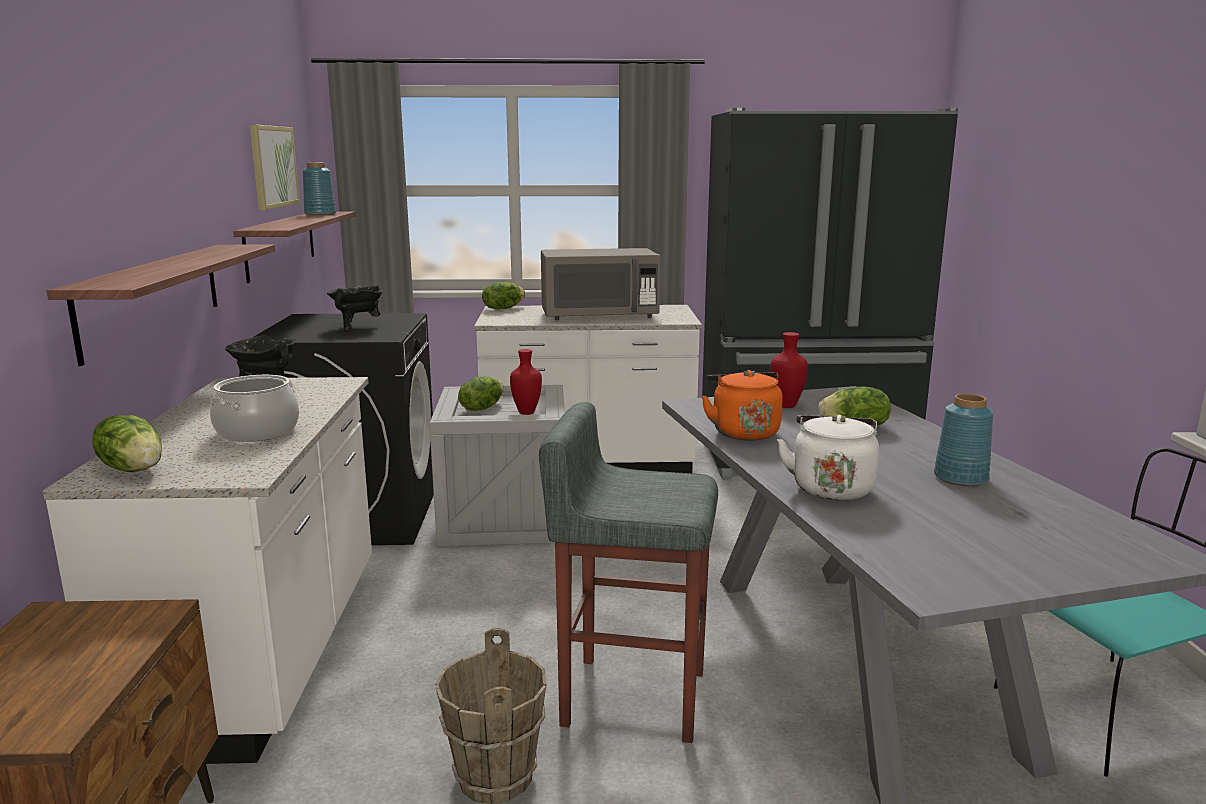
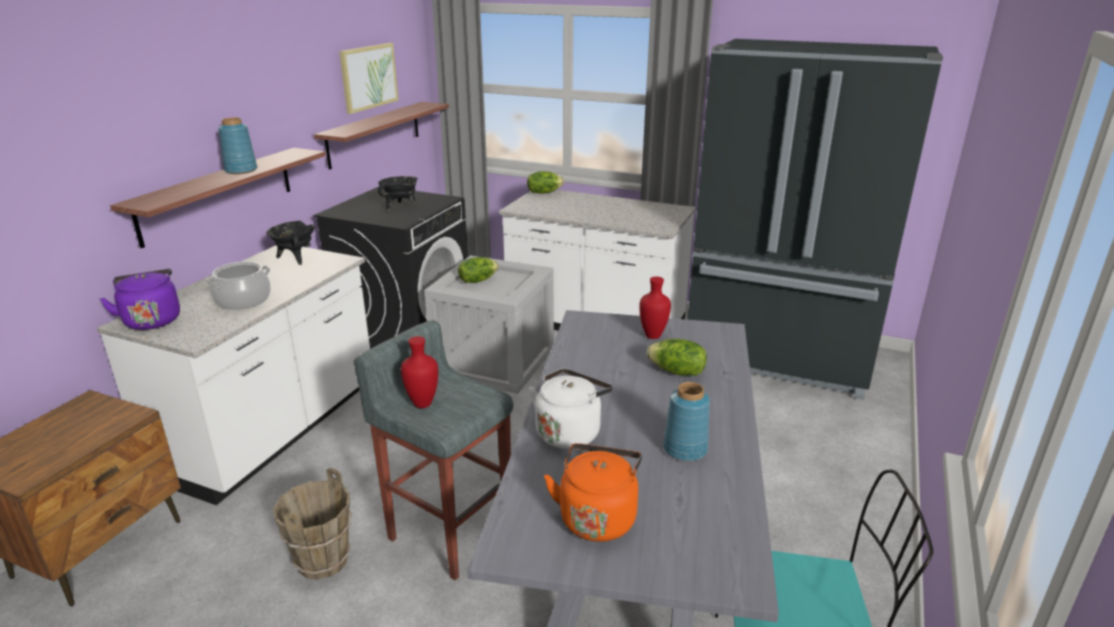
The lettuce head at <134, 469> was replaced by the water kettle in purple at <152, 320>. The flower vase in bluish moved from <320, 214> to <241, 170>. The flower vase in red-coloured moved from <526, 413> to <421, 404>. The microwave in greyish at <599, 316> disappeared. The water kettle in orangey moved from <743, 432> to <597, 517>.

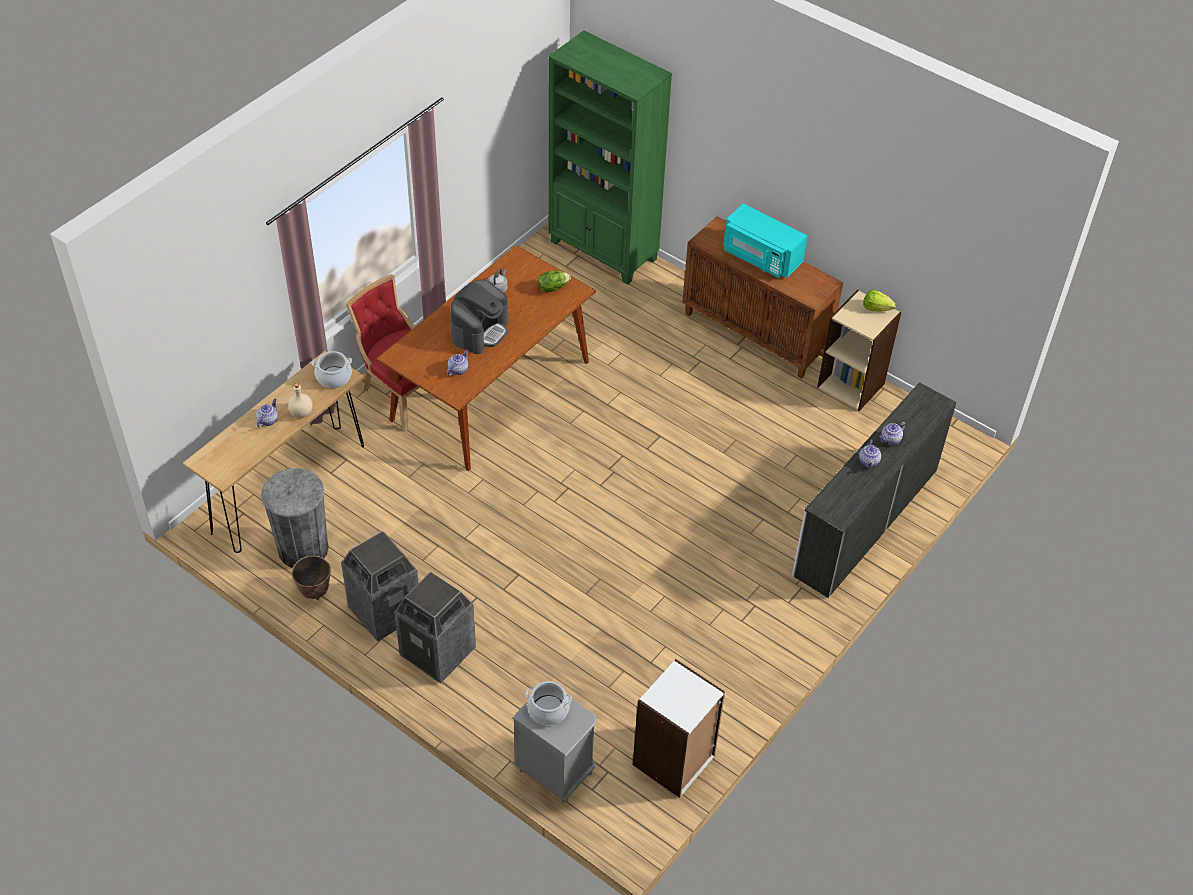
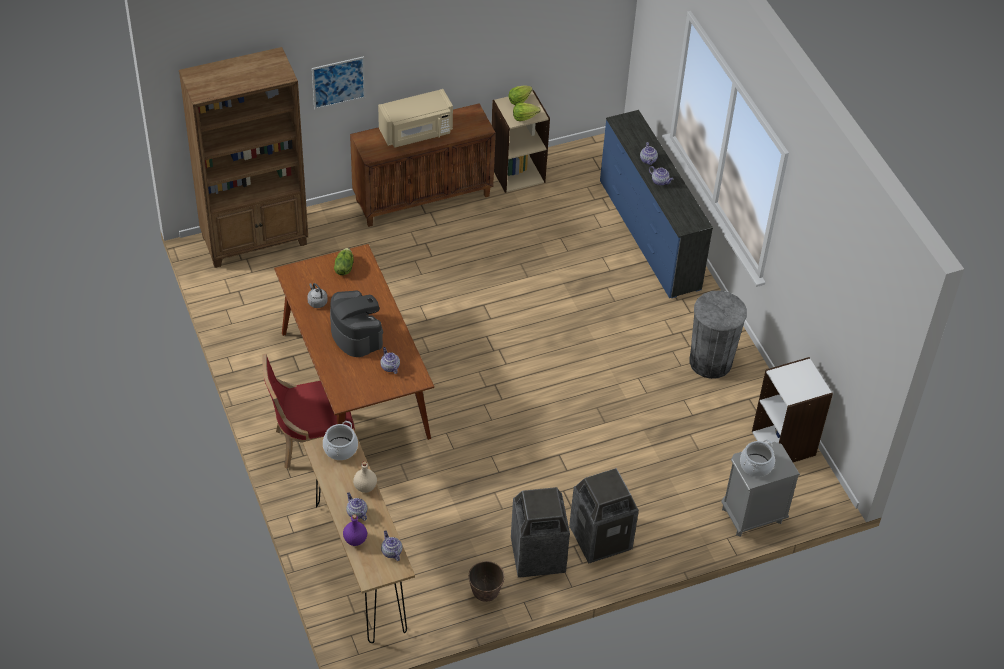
The waste bin in greyish moved from <303, 549> to <710, 362>. The bookshelf in greenish at <603, 251> became the bookshelf in brown at <255, 240>. The microwave in turquoise at <761, 257> became the microwave in beige-coloured at <416, 132>. The drawer chest in white at <865, 522> became the drawer chest in bluish at <649, 234>. The wall picture at <338, 82> appeared. The bottle in purple at <355, 540> appeared. The teapot at <391, 551> appeared. The lettuce head at <524, 117> appeared.

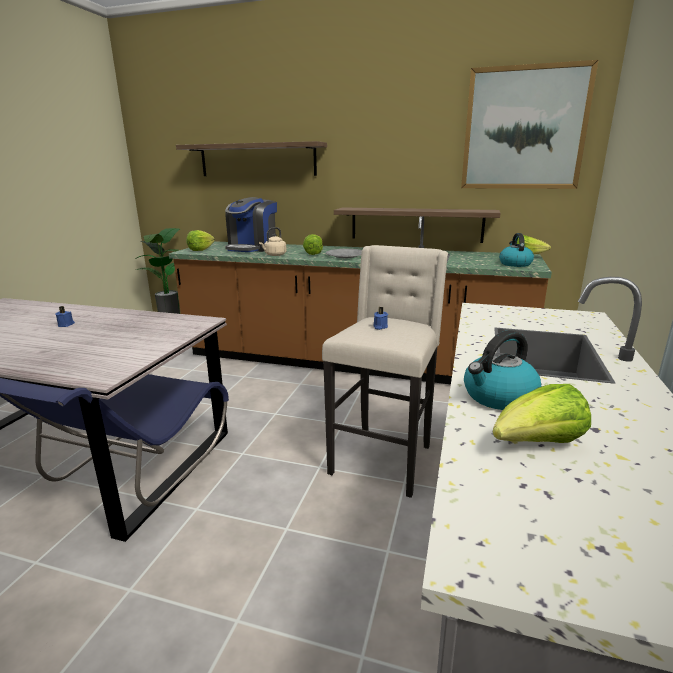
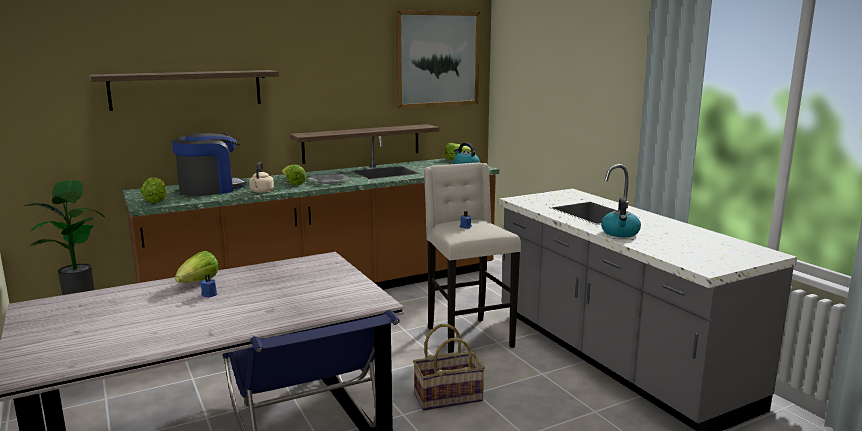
The coffee brewer at <252, 248> turned 105 degrees counterclockwise. The lettuce head moved from <537, 444> to <198, 283>. The storage basket at <448, 397> appeared.

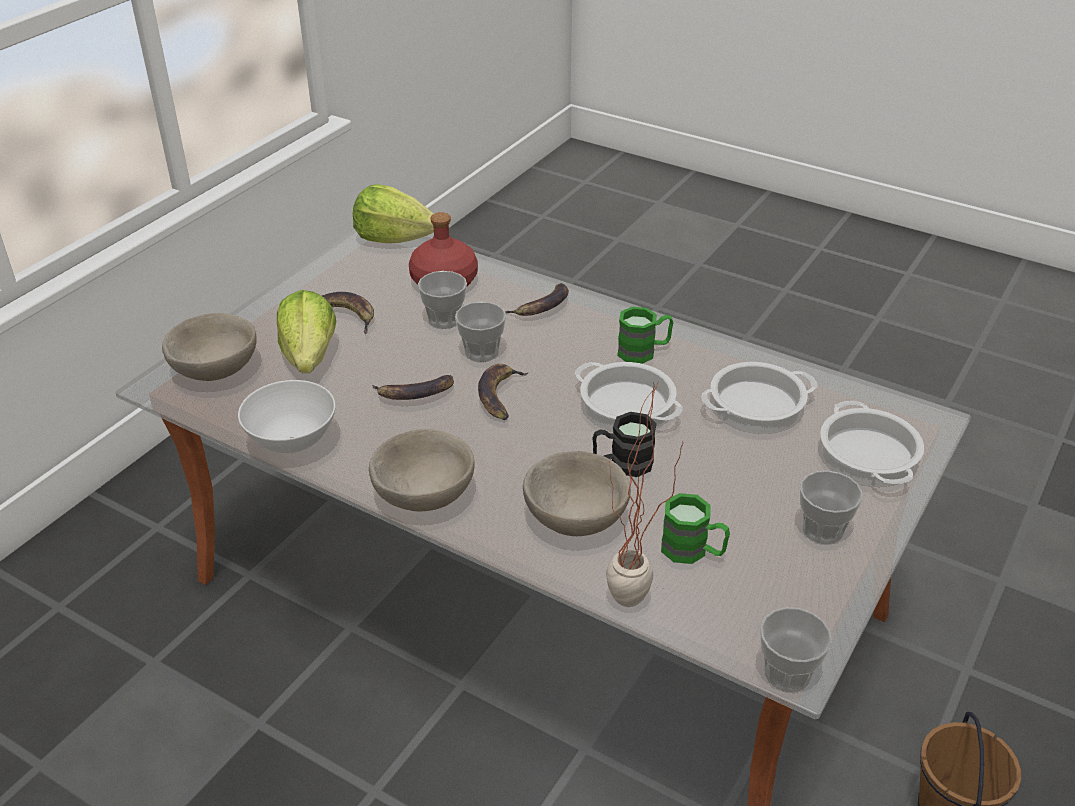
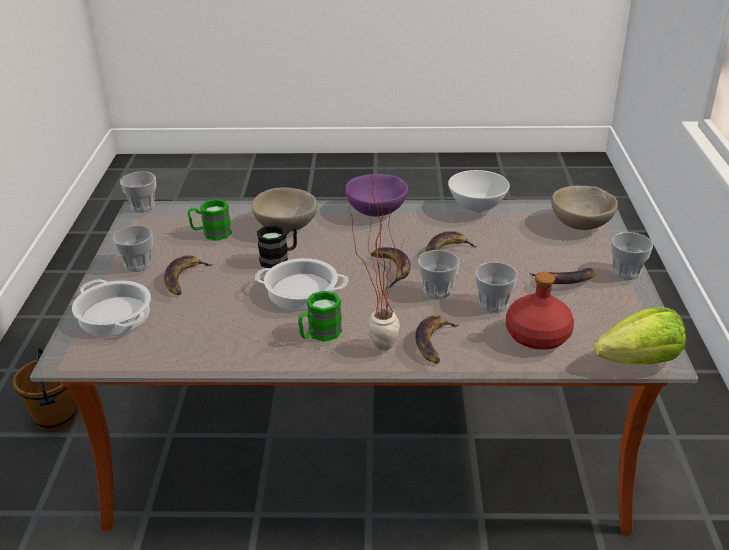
The lettuce head at <309, 357> disappeared. The serving bowl in beige-coloured at <425, 494> became the serving bowl in purple at <377, 211>. The houseplant moved from <632, 611> to <376, 342>. The saucepot at <756, 407> disappeared. The banana at <184, 278> appeared. The small cup at <626, 272> appeared.

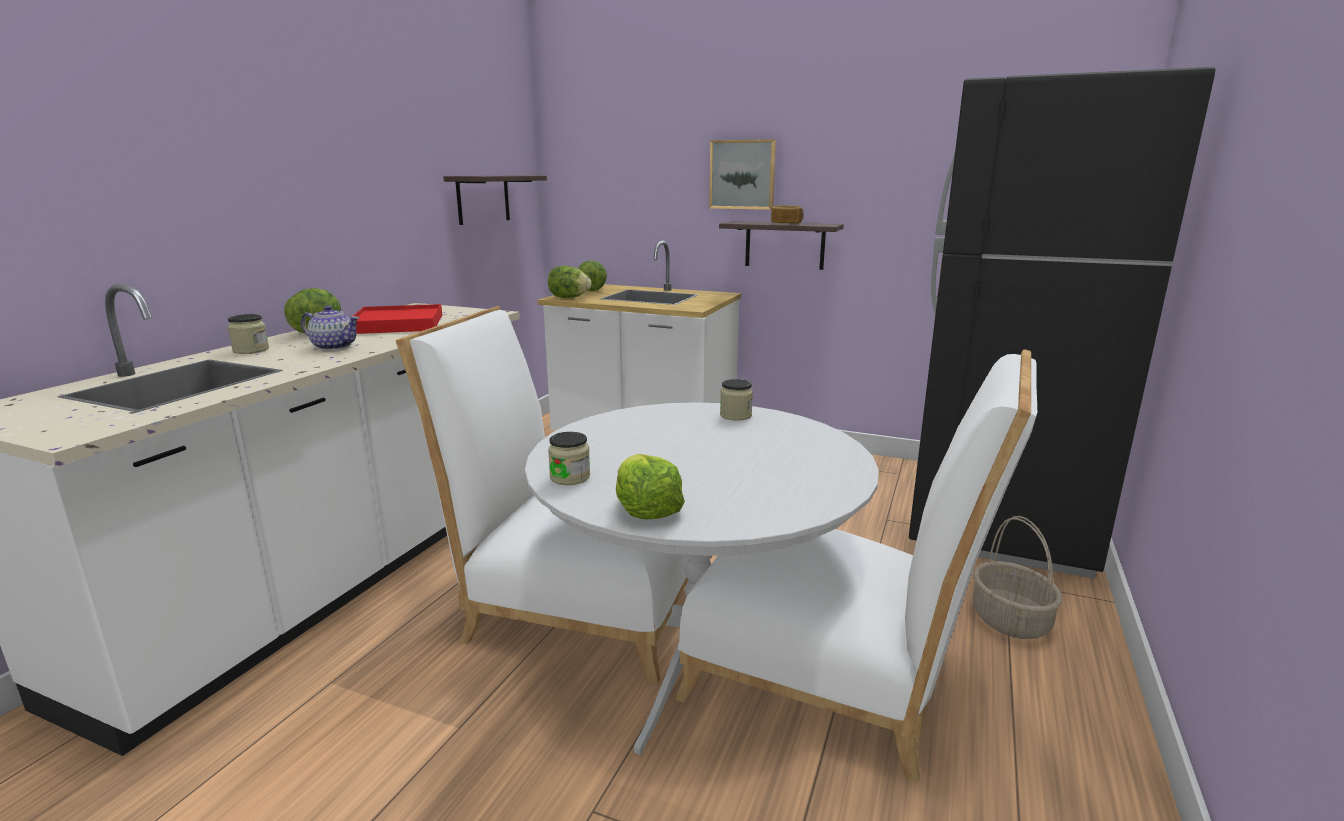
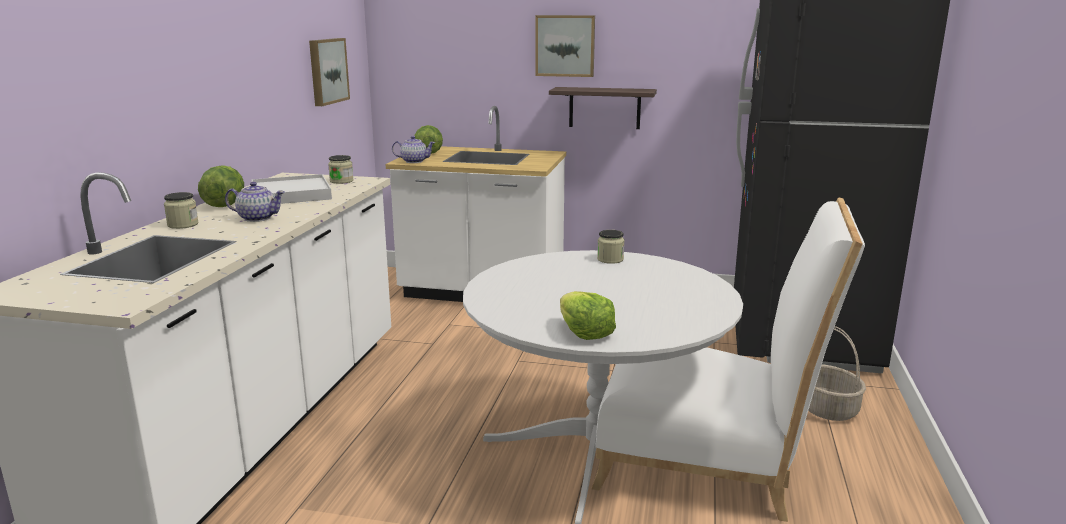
The tray in red-coloured at <398, 324> became the tray in white at <291, 194>. The upright chair in white at <575, 606> disappeared. The shelf at <483, 199> was replaced by the wall picture at <327, 71>. The lettuce head at <569, 298> was replaced by the teapot at <414, 161>. The preserve jar moved from <570, 477> to <341, 181>. The bakery bread at <786, 223> disappeared.

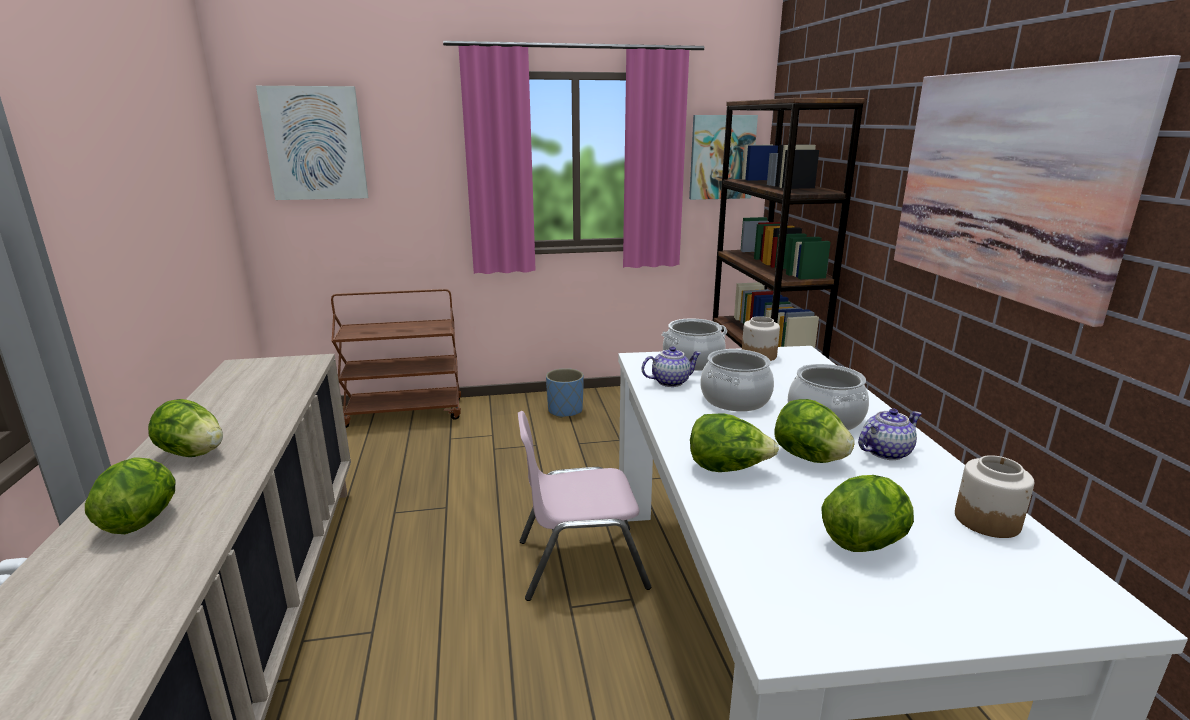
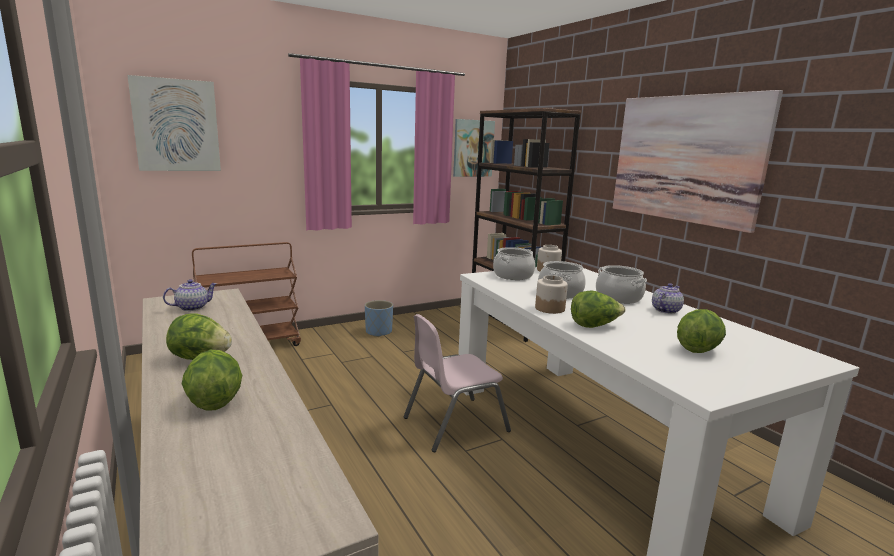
The teapot moved from <670, 382> to <192, 307>. The lettuce head at <808, 457> disappeared. The preserve jar moved from <987, 520> to <549, 308>.

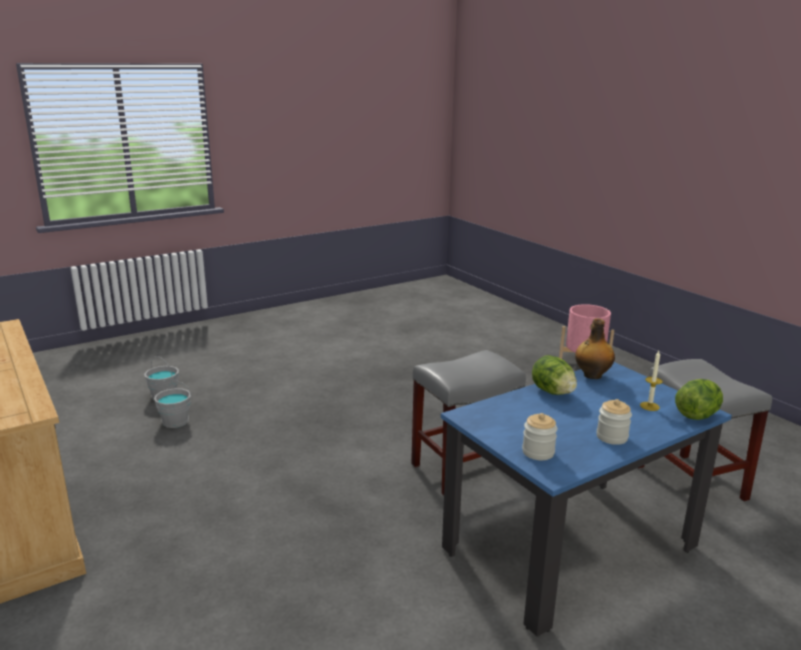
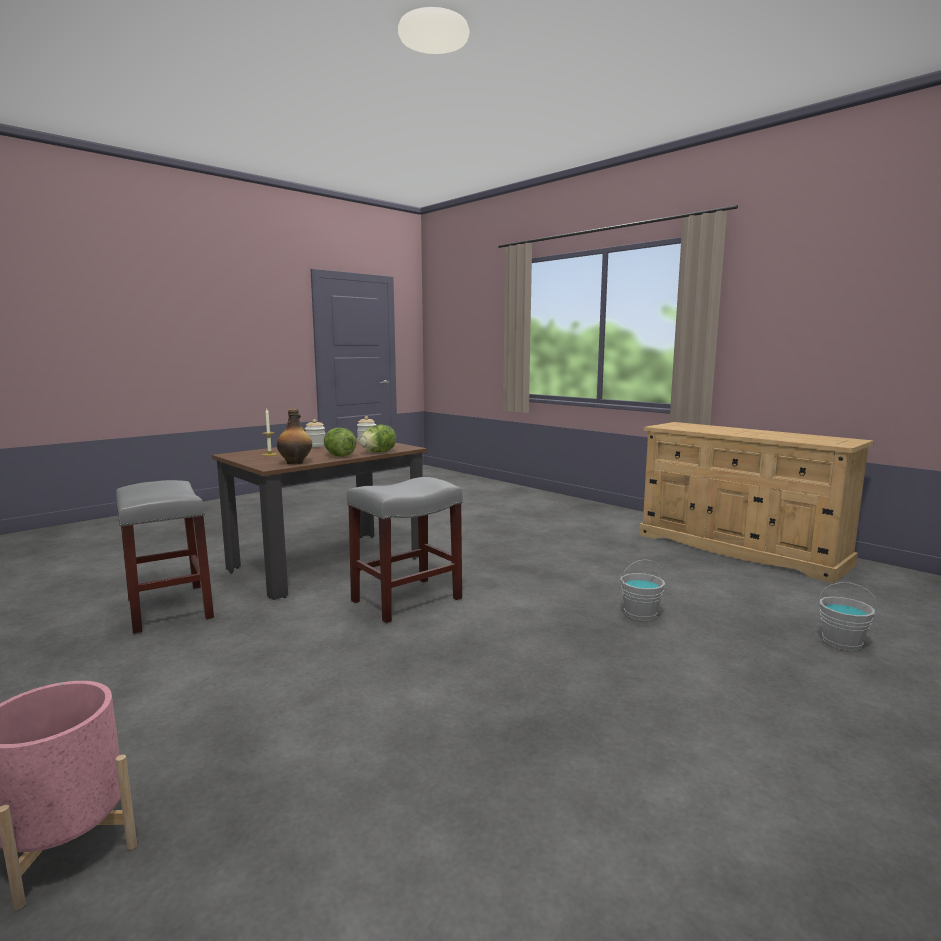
The pail in greyish moved from <175, 421> to <640, 614>. The dining table in bluish at <570, 548> became the dining table in brown at <328, 563>. The lettuce head moved from <697, 415> to <378, 452>.

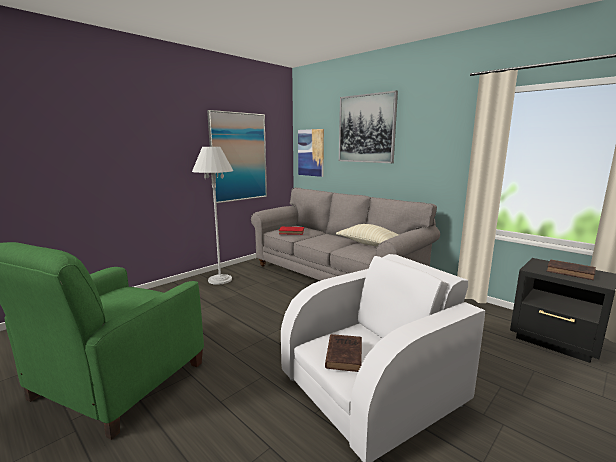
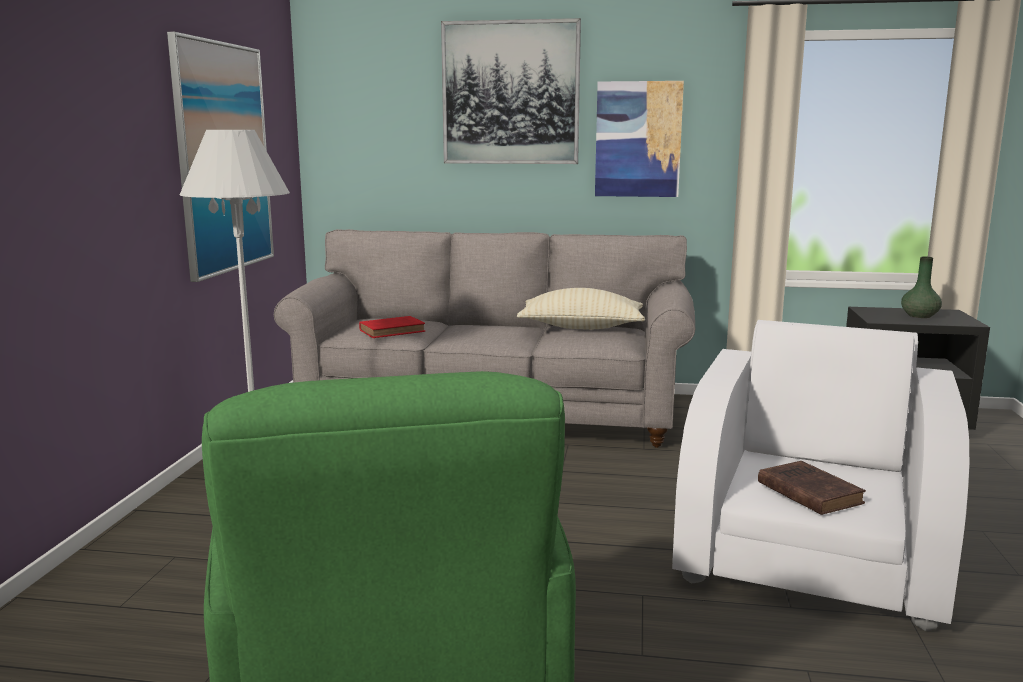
The wall picture moved from <311, 152> to <638, 139>. The bound book in brown at <571, 272> was replaced by the flower vase in greenish at <920, 316>.

